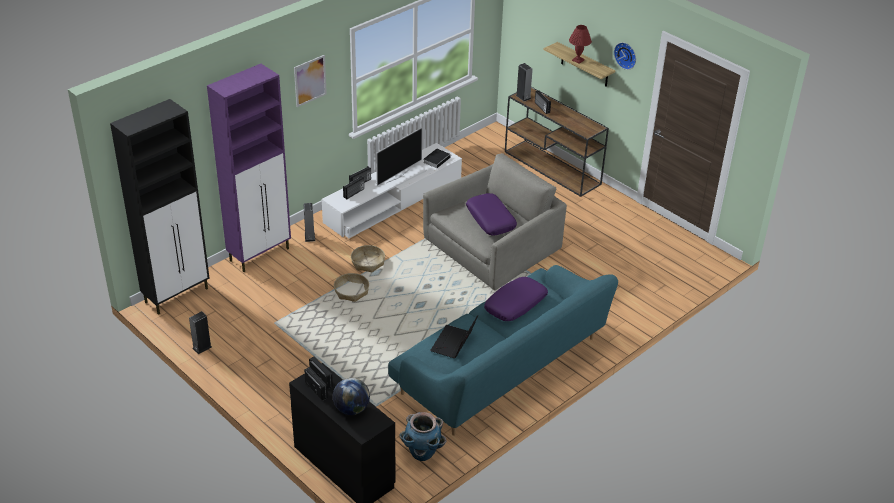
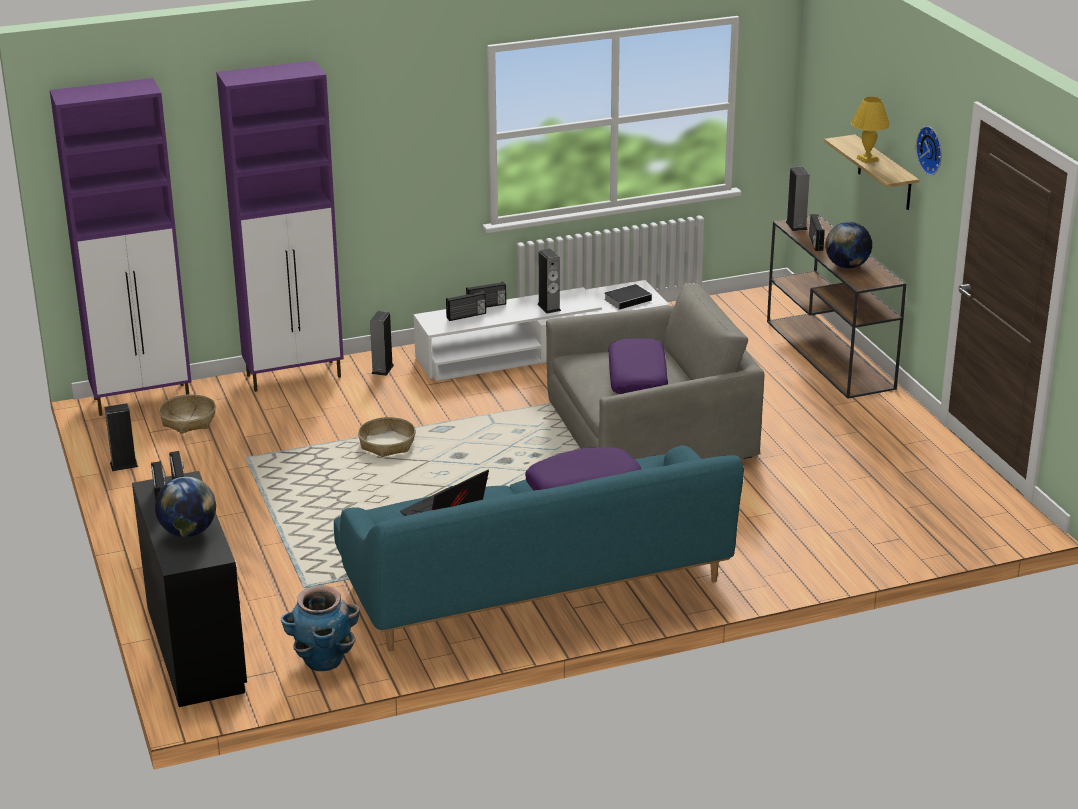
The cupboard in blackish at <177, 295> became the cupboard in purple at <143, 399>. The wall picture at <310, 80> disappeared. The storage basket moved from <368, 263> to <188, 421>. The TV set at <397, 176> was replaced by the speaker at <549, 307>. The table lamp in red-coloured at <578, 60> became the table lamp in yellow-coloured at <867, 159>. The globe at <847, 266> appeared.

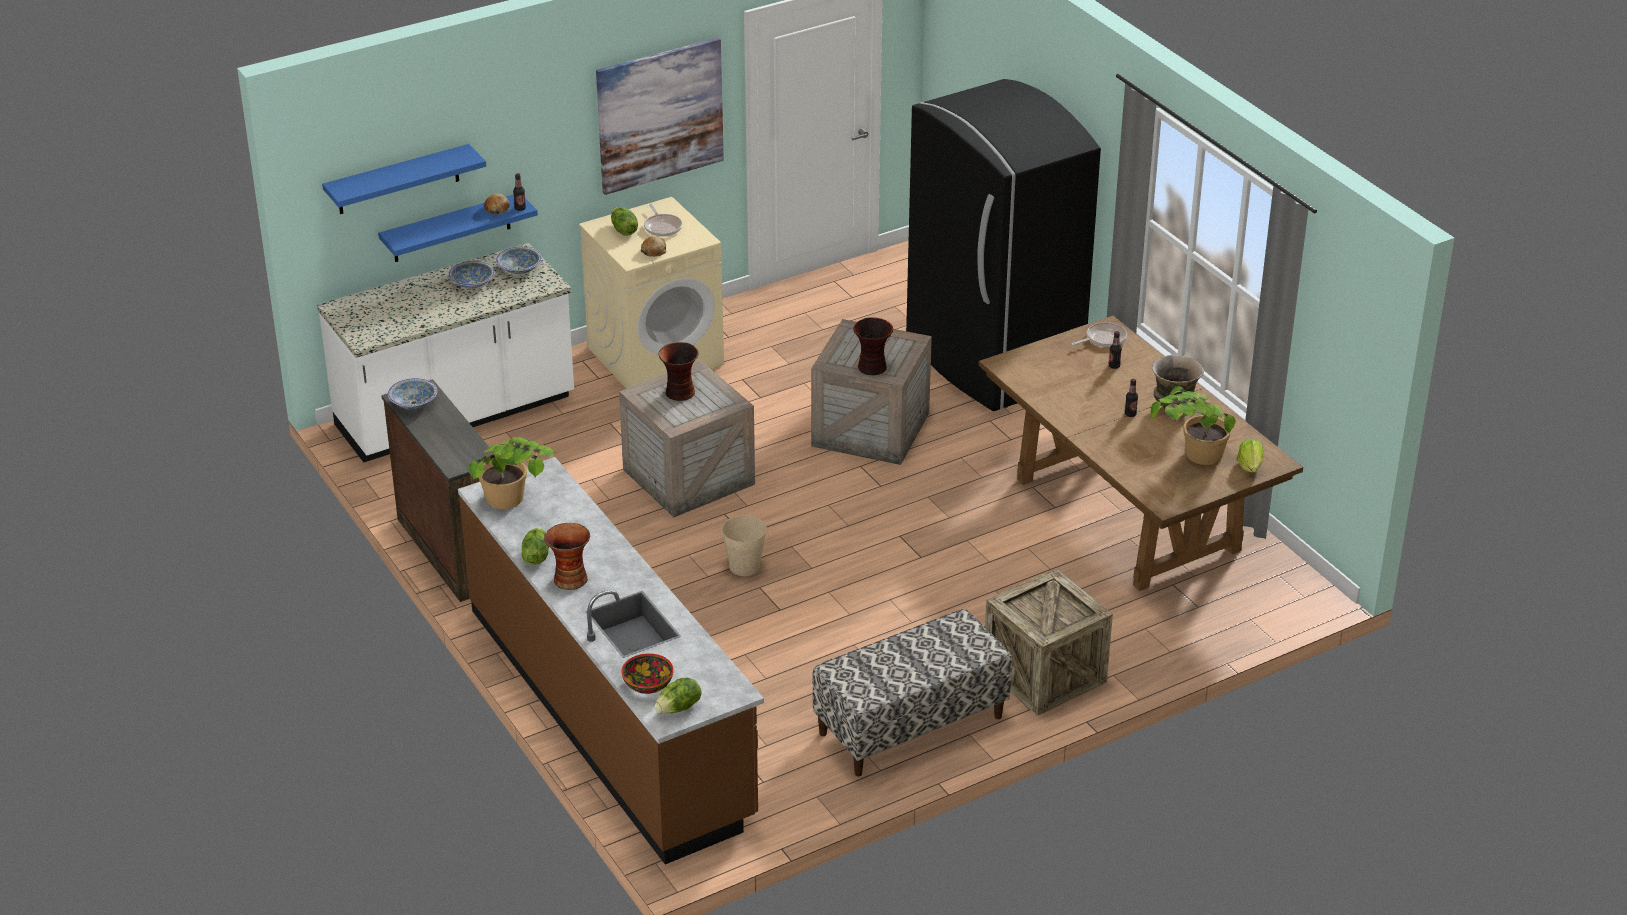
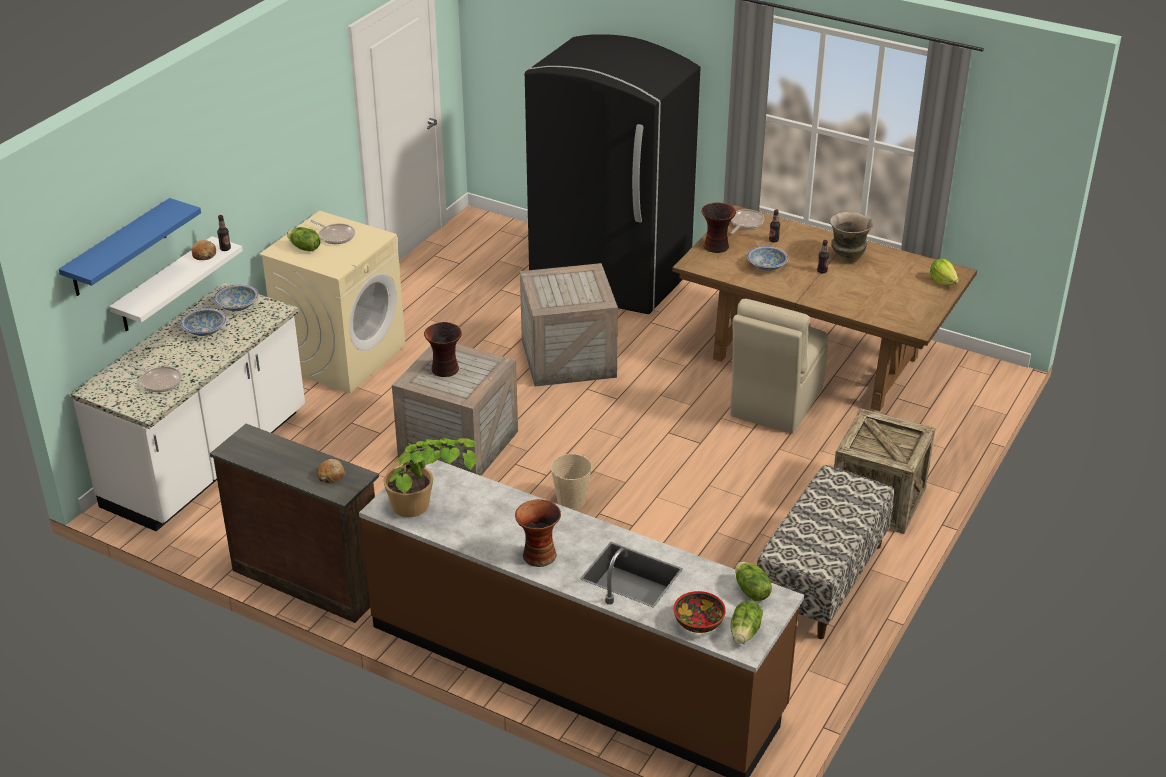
The shelf in bluish at <451, 228> became the shelf in white at <165, 285>. The serving bowl moved from <413, 403> to <767, 266>. The lettuce head moved from <535, 556> to <751, 591>. The wall picture at <660, 115> disappeared. The bakery bread moved from <654, 251> to <331, 475>. The flower vase moved from <872, 368> to <717, 247>. The houseplant at <1188, 460> disappeared. The frying pan at <159, 381> appeared. The upright chair in beige-coloured at <775, 404> appeared.

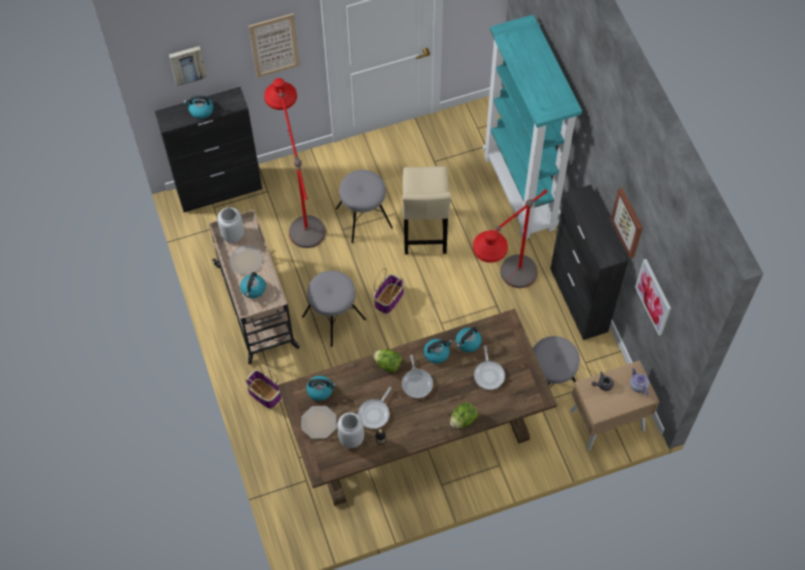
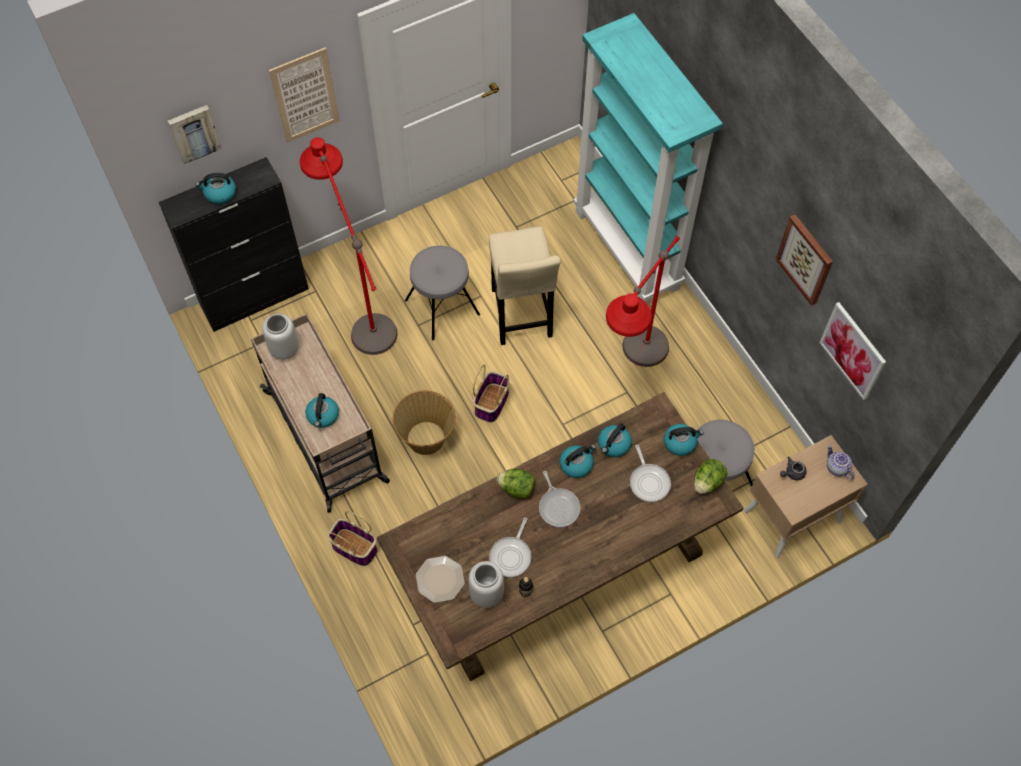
The dinner plate at <246, 260> disappeared. The stool in greyish at <333, 318> was replaced by the storage basket at <426, 437>. The water kettle moved from <320, 390> to <680, 442>. The lettuce head moved from <463, 420> to <707, 482>. The cupboard in blackish at <578, 300> disappeared.

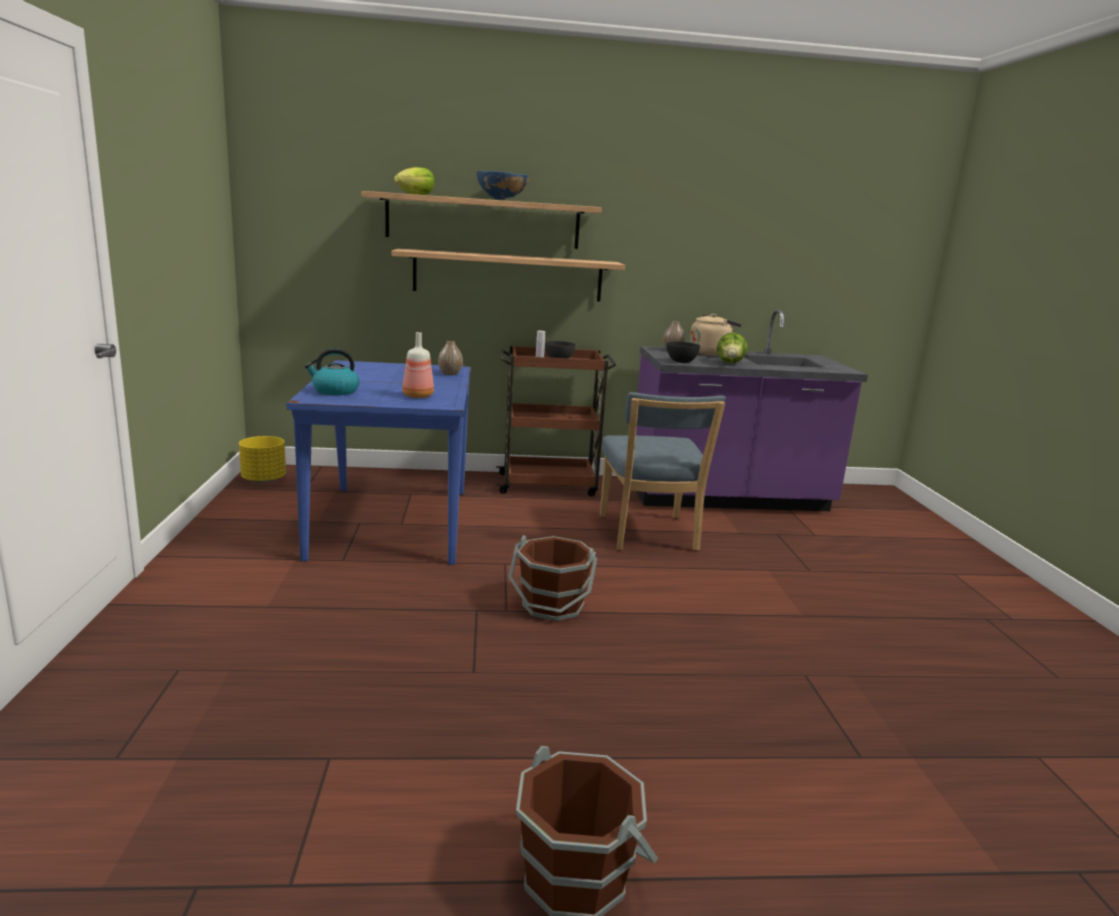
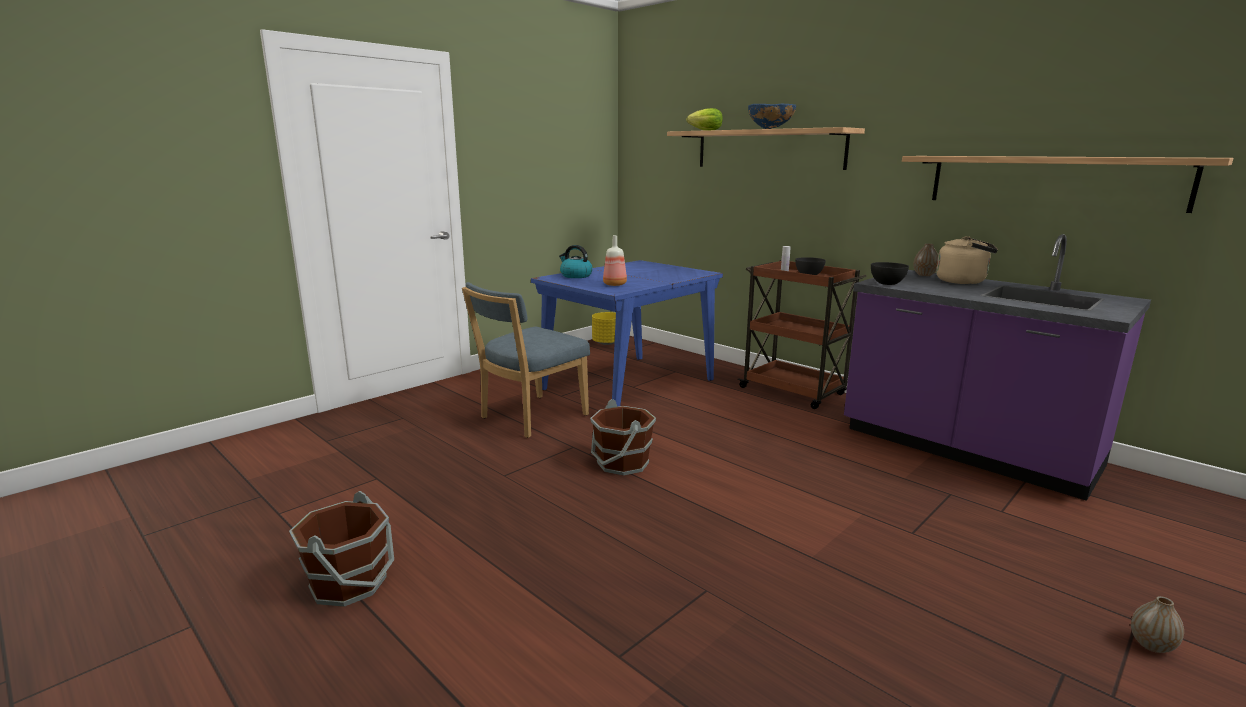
The shelf moved from <508, 275> to <1052, 181>. The flower vase moved from <450, 373> to <1151, 645>. The upright chair in bluish moved from <649, 535> to <530, 418>. The lettuce head at <730, 363> disappeared.

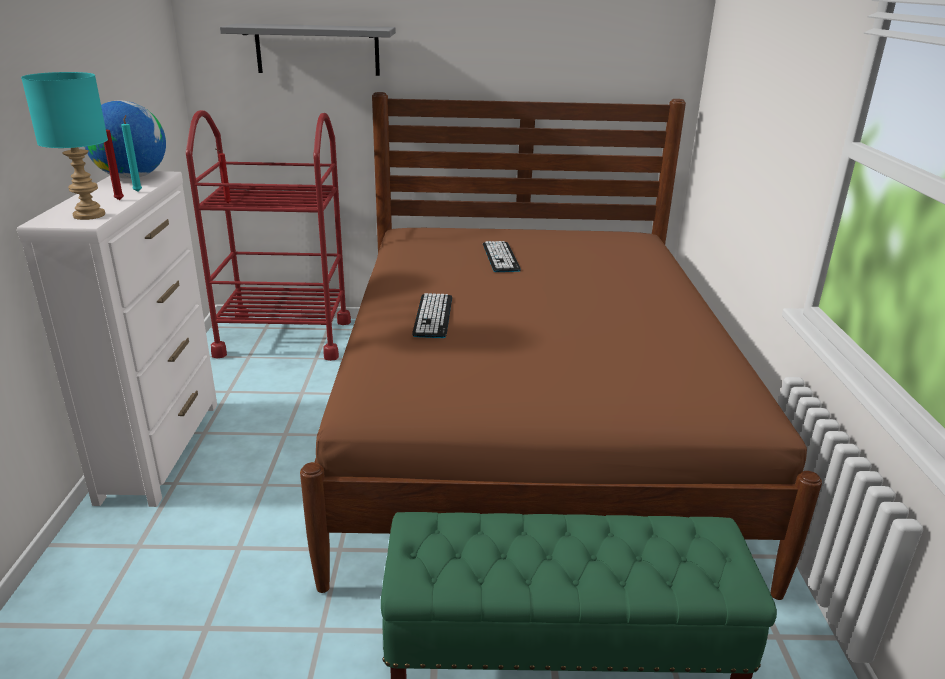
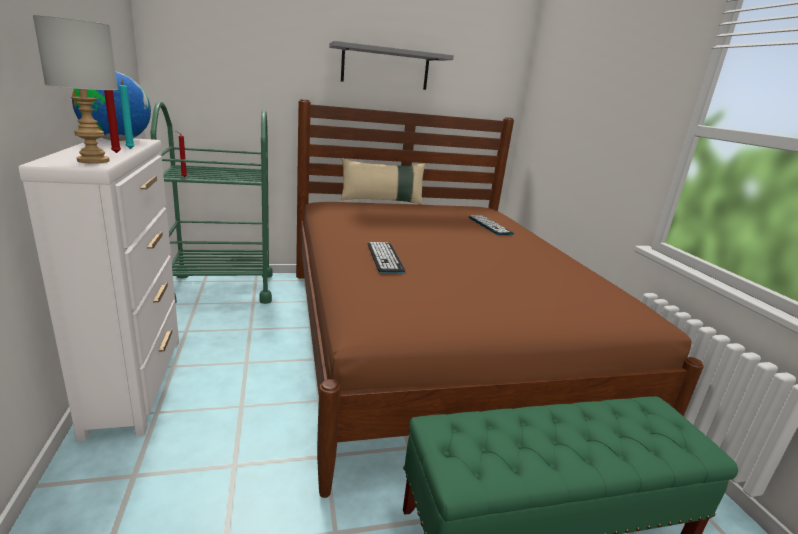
The table lamp in turquoise at <90, 215> became the table lamp in greyish at <95, 161>. The cart in red-coloured at <284, 338> became the cart in greenish at <222, 288>. The shelf in greyish moved from <317, 50> to <385, 68>. The keyboard moved from <500, 257> to <489, 226>. The throw pillow in beige-coloured at <382, 201> appeared.

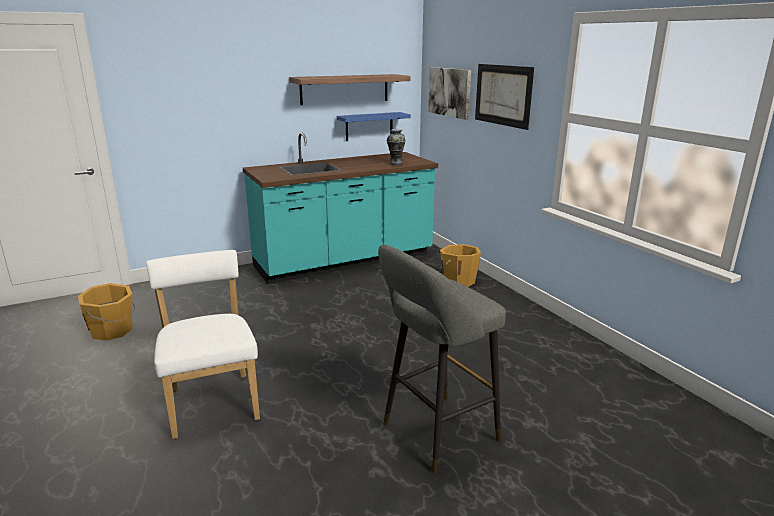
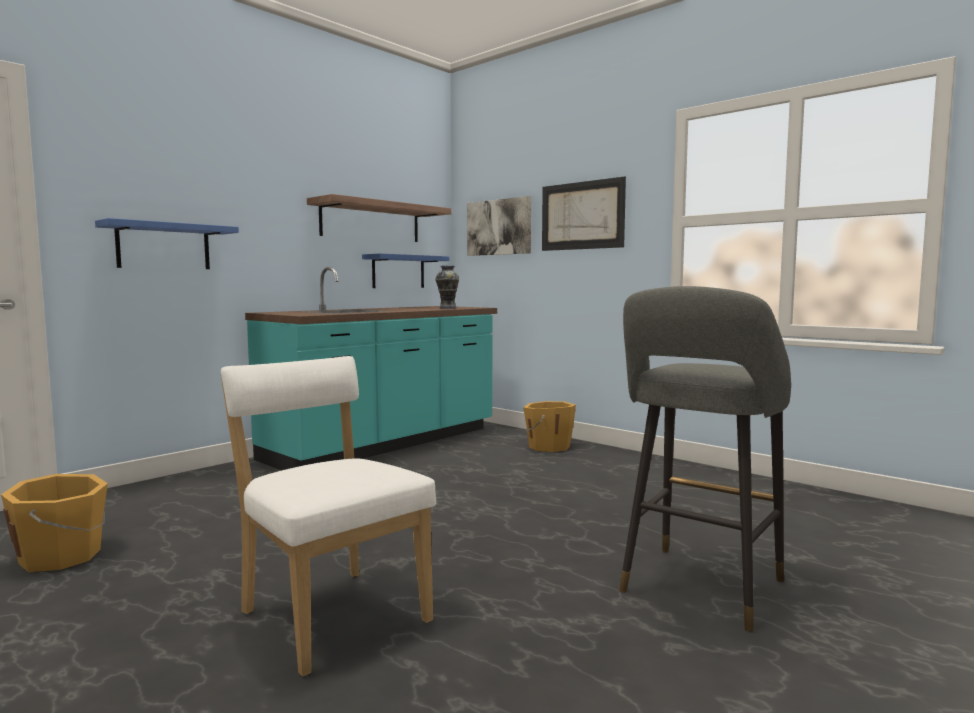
The shelf in bluish at <164, 246> appeared.

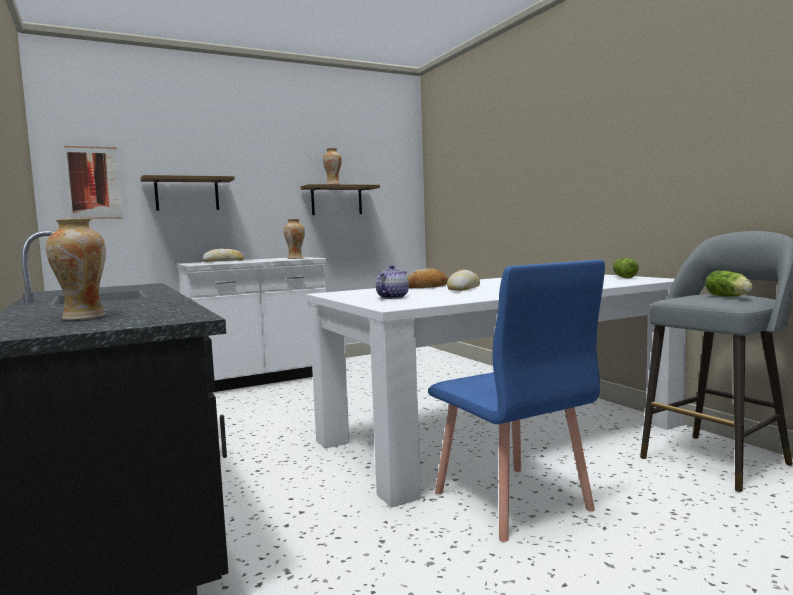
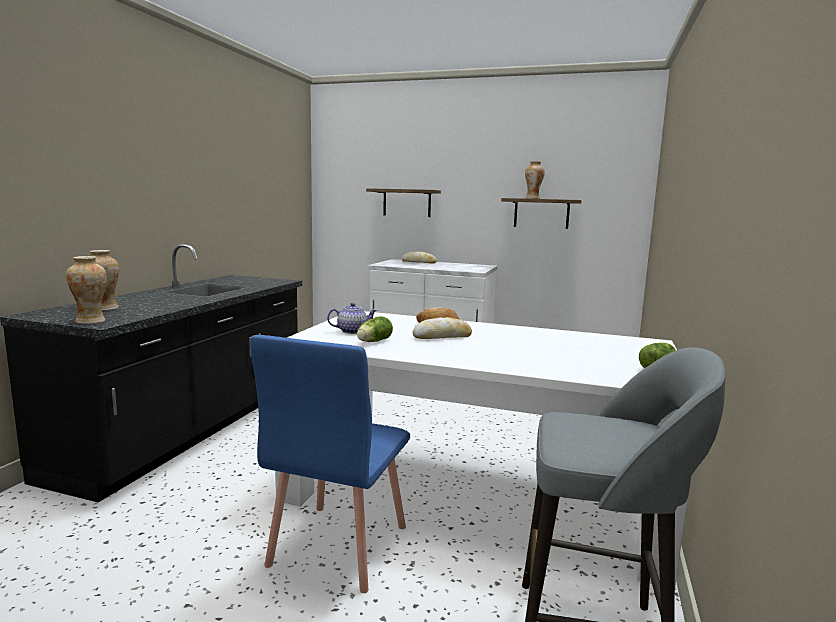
The wall picture at <94, 183> disappeared. The flower vase moved from <295, 258> to <91, 321>. The lettuce head moved from <729, 296> to <373, 342>.

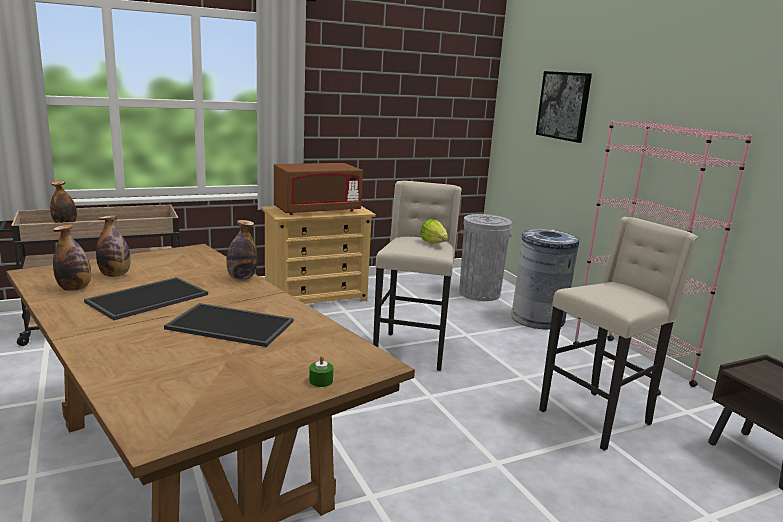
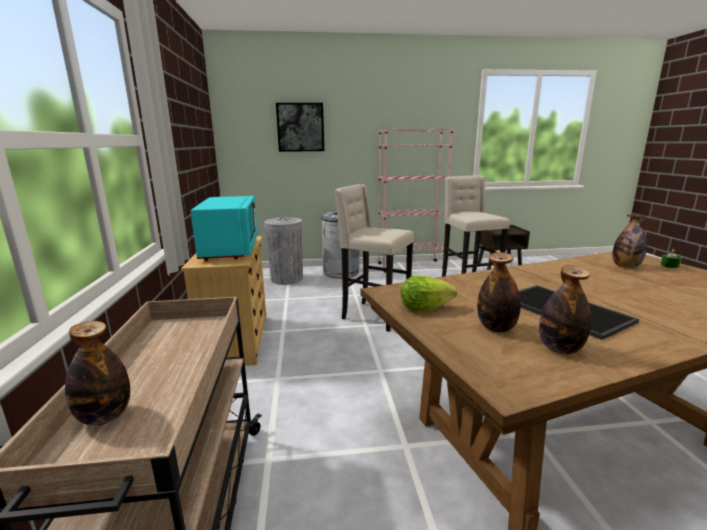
The tray at <232, 324> disappeared. The bottle moved from <241, 278> to <625, 267>. The microwave in brown at <317, 211> became the microwave in turquoise at <231, 250>. The lettuce head moved from <433, 243> to <424, 308>.

